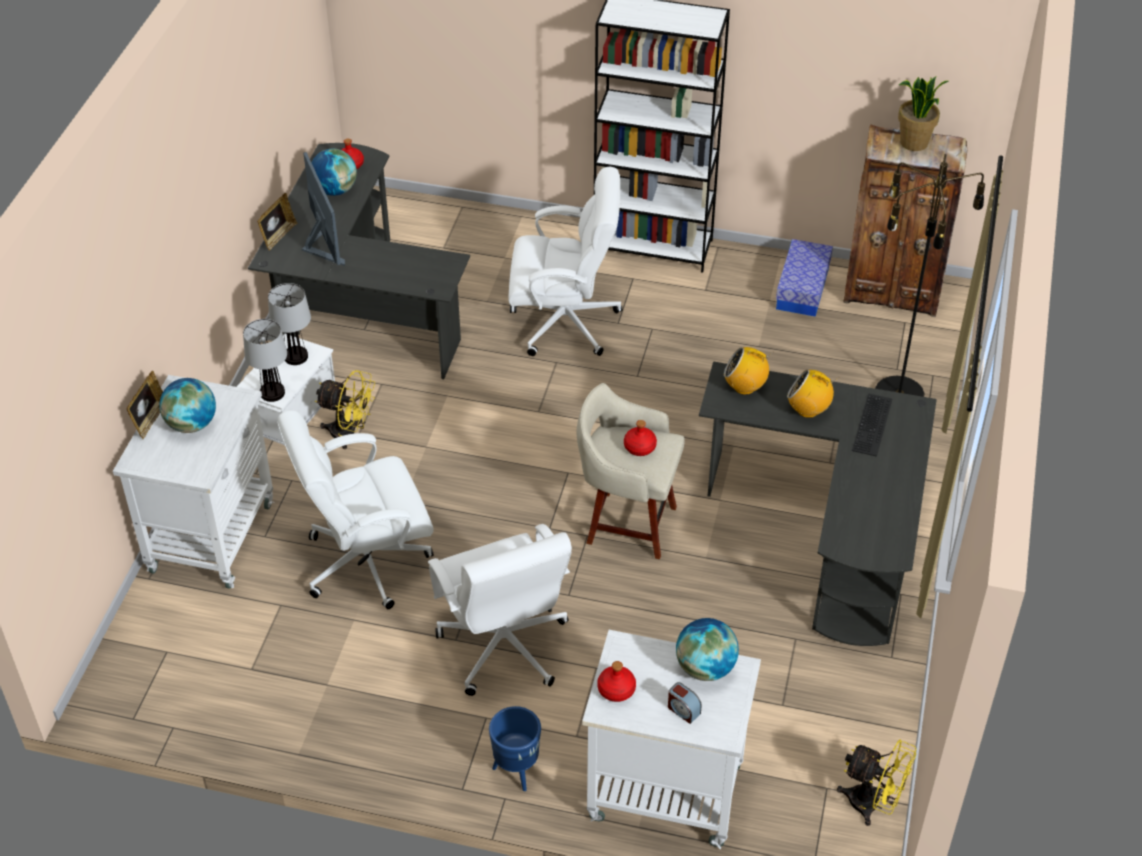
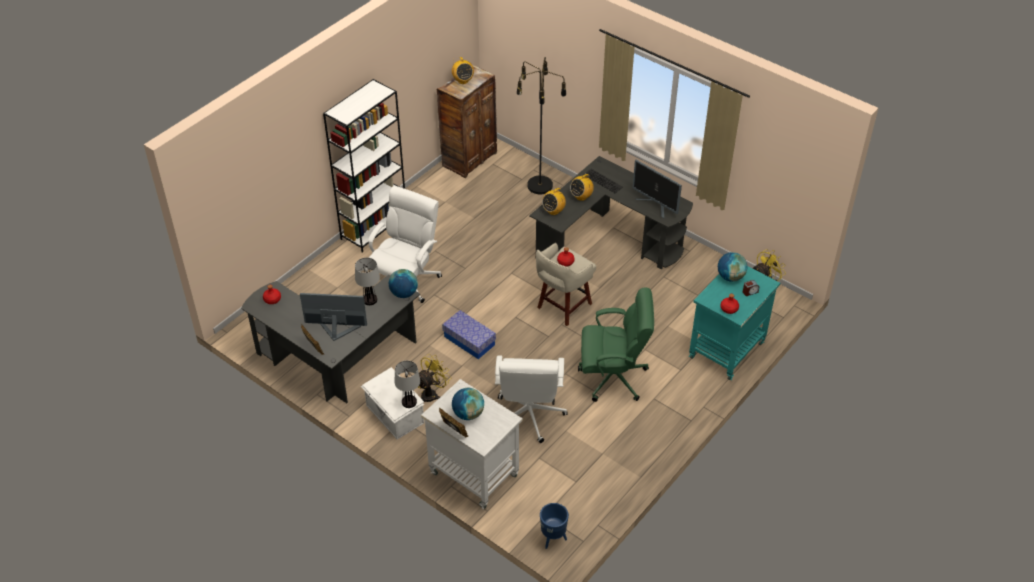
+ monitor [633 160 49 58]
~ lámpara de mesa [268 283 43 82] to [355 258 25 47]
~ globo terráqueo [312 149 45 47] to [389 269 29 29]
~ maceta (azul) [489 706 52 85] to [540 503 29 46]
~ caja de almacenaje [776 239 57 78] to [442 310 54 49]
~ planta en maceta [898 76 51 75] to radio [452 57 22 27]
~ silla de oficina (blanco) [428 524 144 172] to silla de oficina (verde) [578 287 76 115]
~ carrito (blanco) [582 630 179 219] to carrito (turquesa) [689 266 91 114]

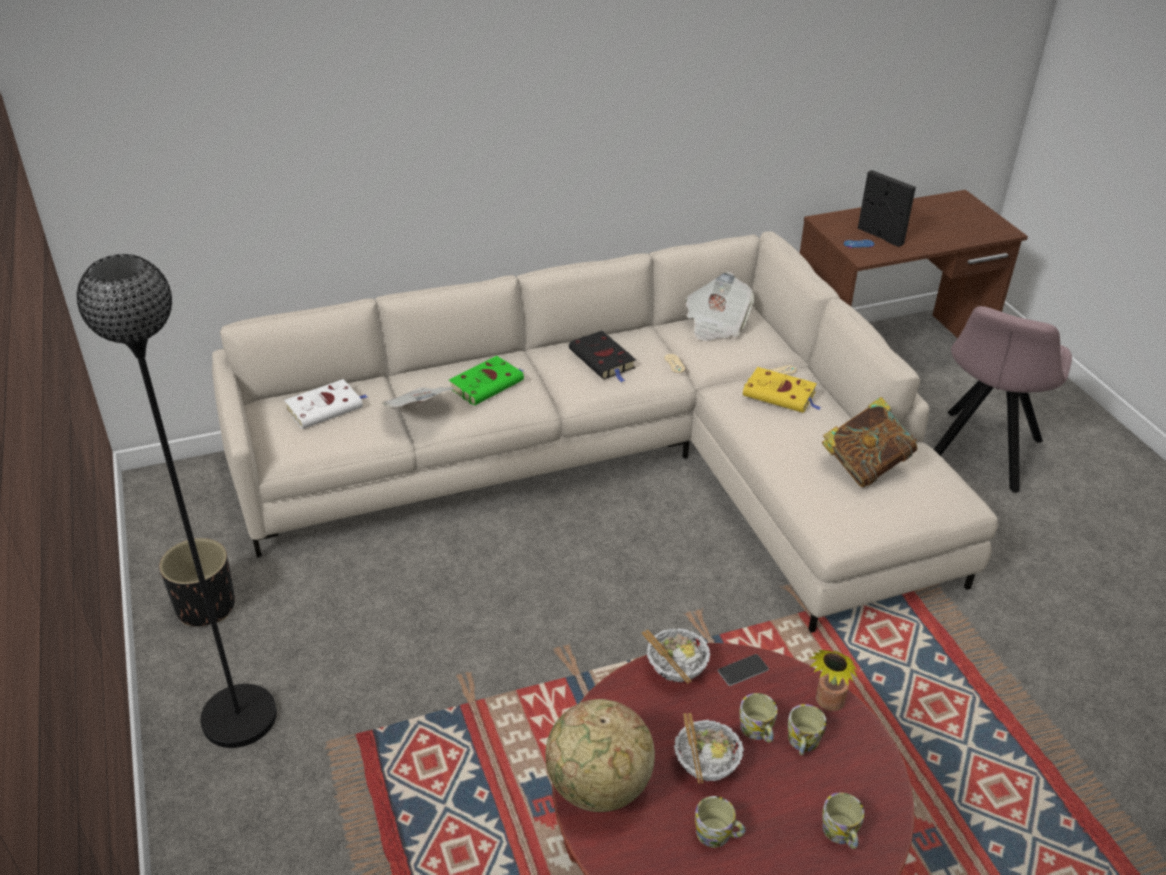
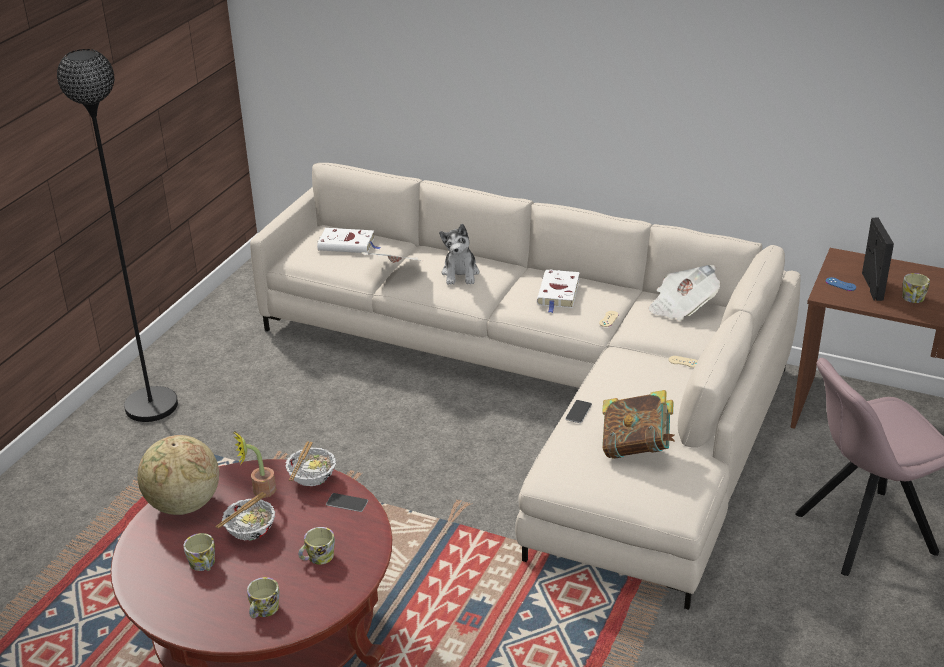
- maceta (negro) [159 538 76 88]
- libro (amarillo) [743 367 78 46]
+ móvil [565 400 27 23]
~ taza grande [739 693 39 50] to [902 273 28 30]
~ planta en maceta [808 650 50 61] to [233 431 43 67]
~ libro (verde) [449 356 75 50] to peluche [439 224 40 61]
~ libro (negro) [569 331 67 51] to libro (blanco) [537 269 43 44]

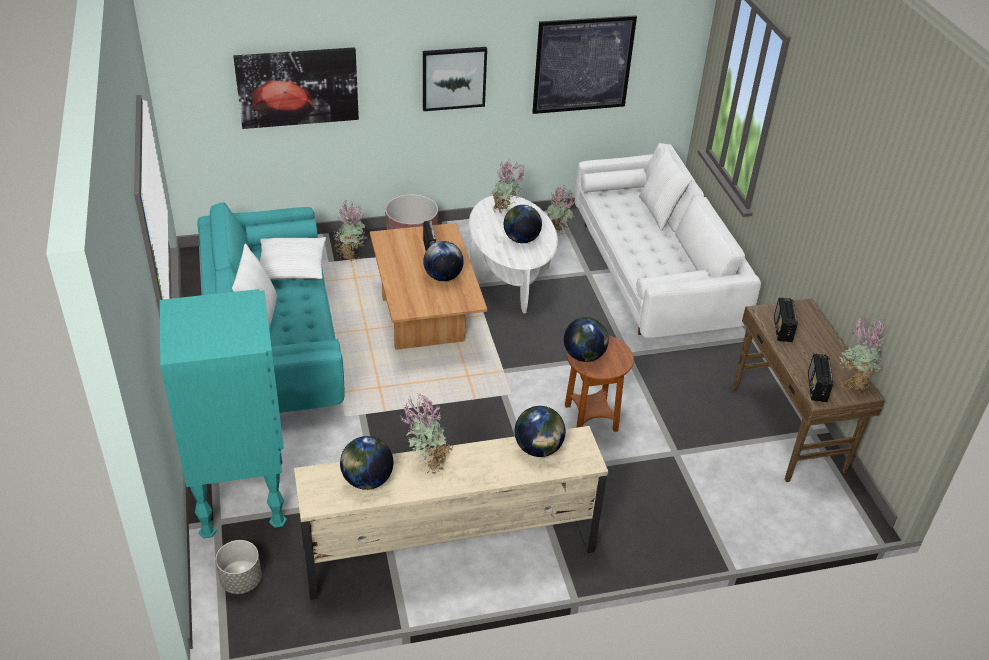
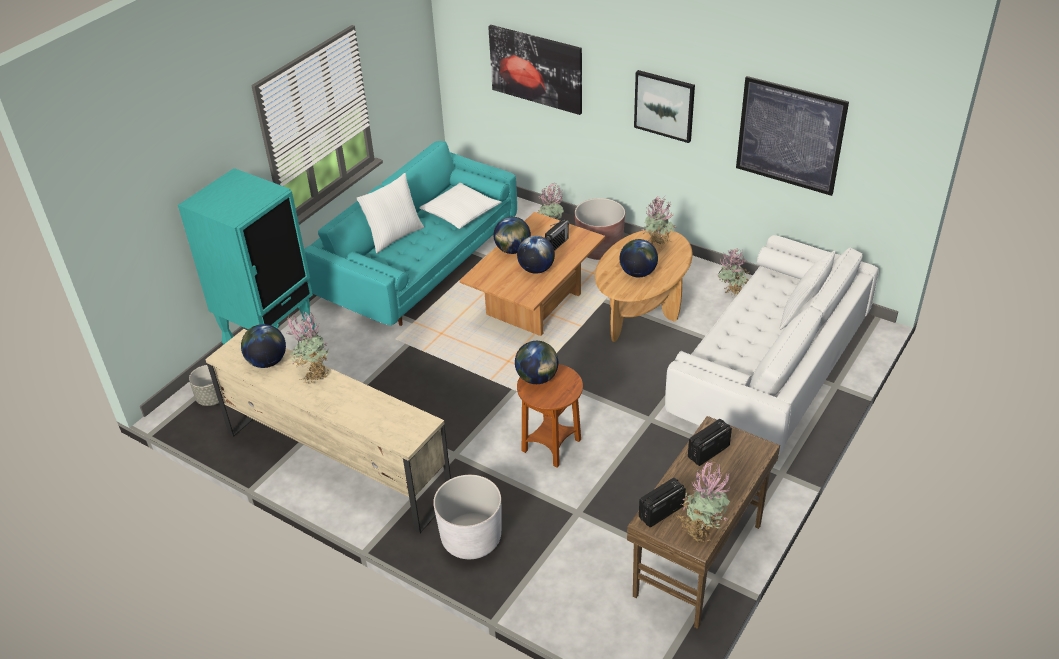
+ maceta (blanco) [433 475 68 84]
~ globo terráqueo [515 406 51 51] to [494 217 37 37]
~ mesa de centro (blanco) [469 195 89 119] to mesa de centro (marrón) [595 230 98 112]

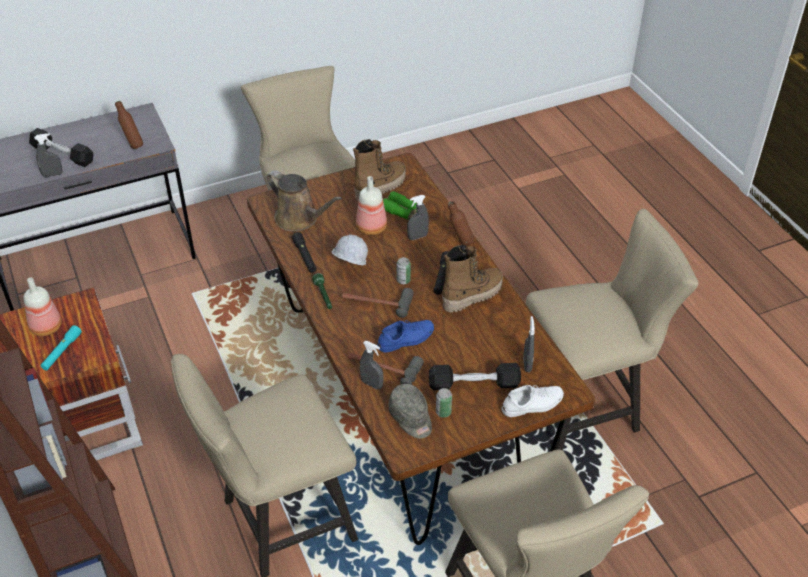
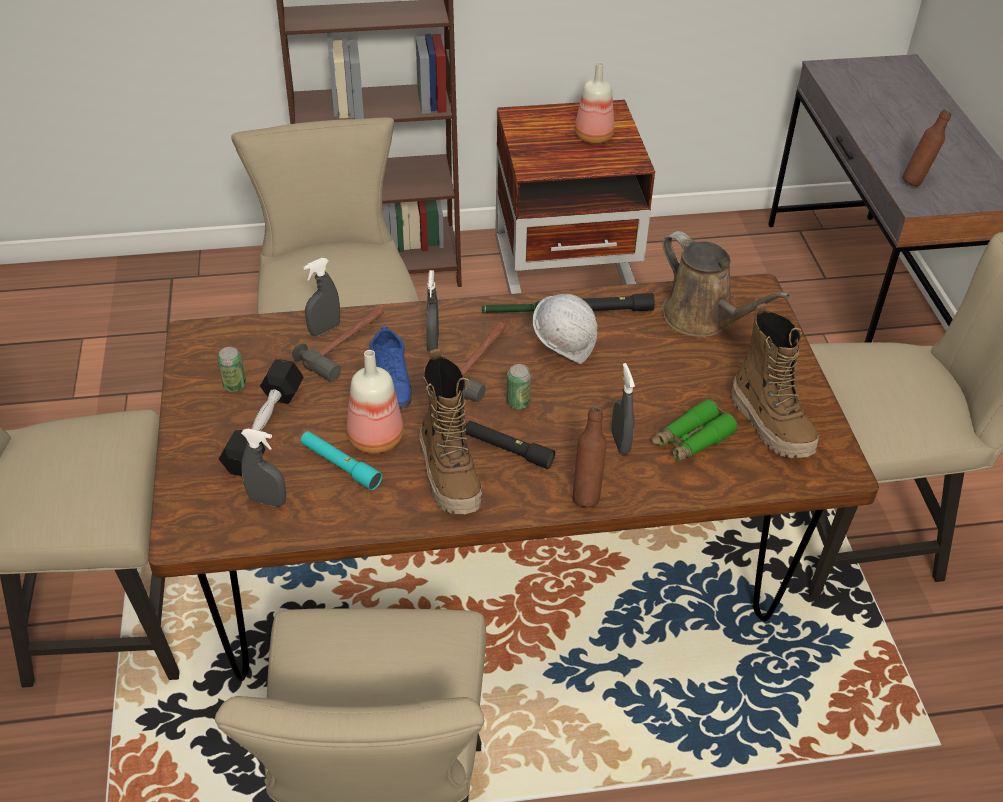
- mancuerna (negro) [29 128 65 39]
- gorra (gris) [388 384 44 54]
- zapato (blanco) [502 385 62 32]
~ pulverizador (gris) [34 133 28 44] to [426 270 13 82]
~ linterna (turquesa) [40 325 42 45] to [301 431 81 59]
~ botella [356 176 31 59] to [347 350 56 103]
~ regadera (marrón) [266 170 76 62] = [662 231 128 106] 90 degrees counterclockwise

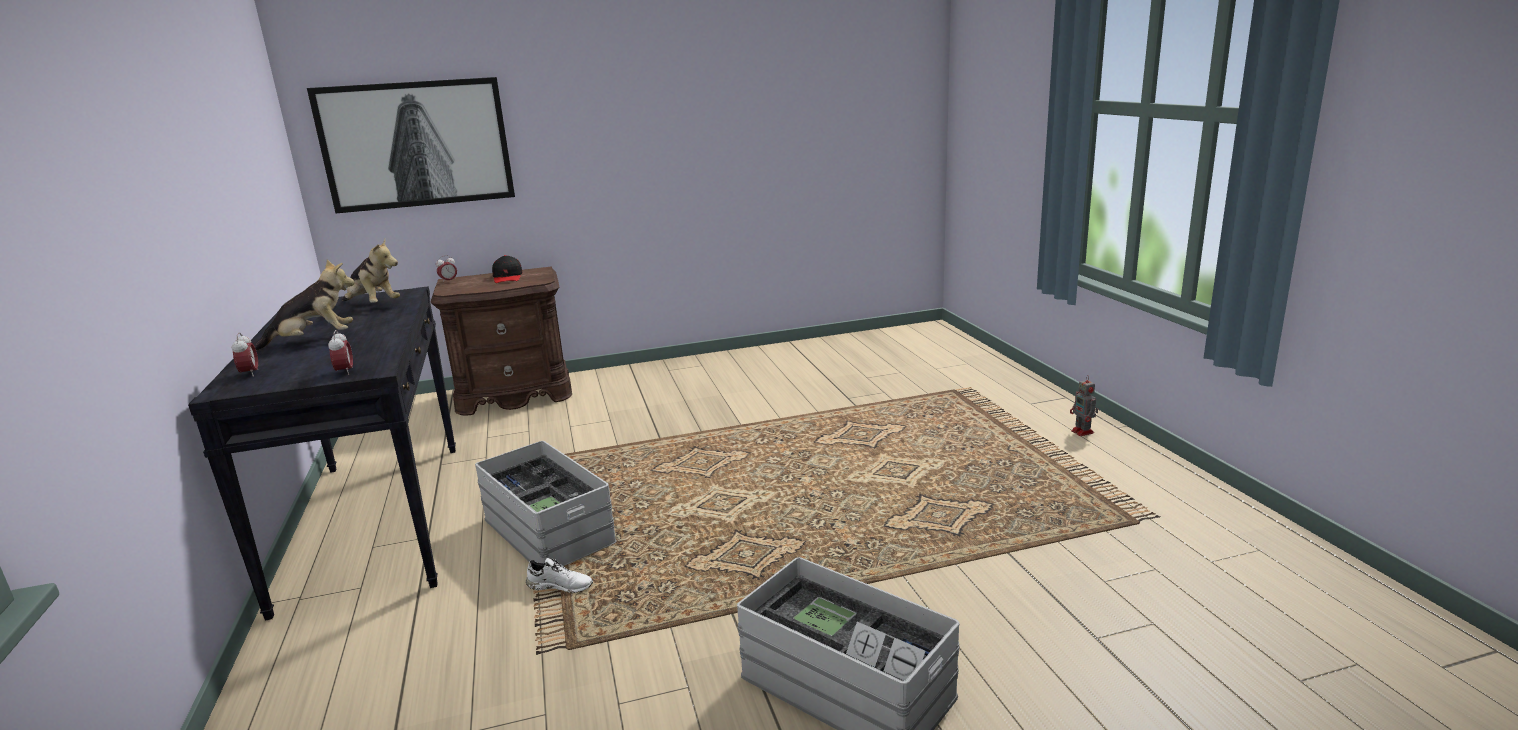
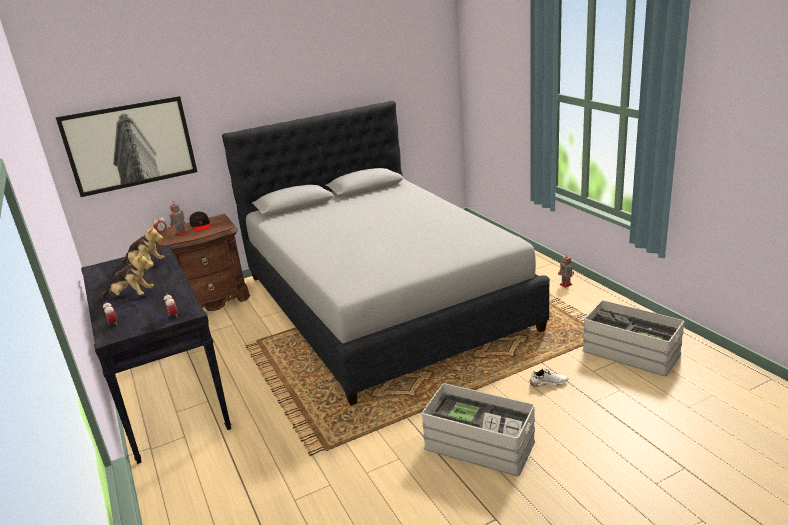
+ robot de juguete [169 202 18 34]
+ cama (gris) [222 101 328 305]
~ caja de almacenaje (gris) [475 441 142 125] to [582 300 102 76]
~ zapato (blanco) [526 558 67 35] to [529 369 39 18]
~ peluche [254 259 100 92] = [101 250 53 47] 45 degrees clockwise

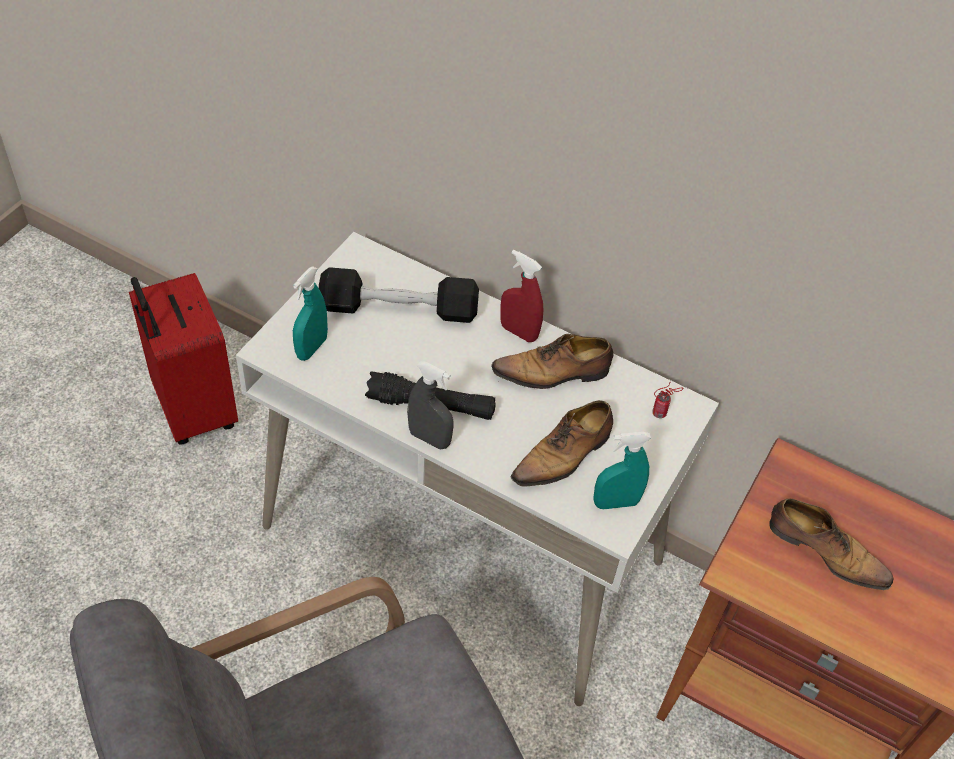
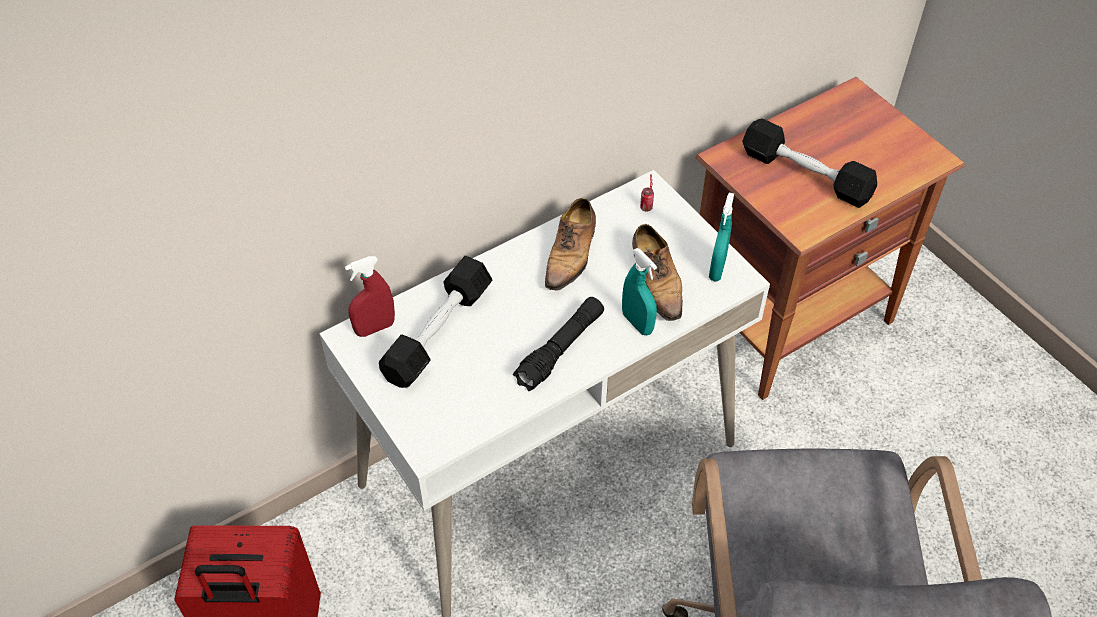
- pulverizador (gris) [407 361 46 89]
~ pulverizador (turquesa) [293 266 35 95] to [622 248 35 87]
~ pulverizador (rojo) [500 250 43 92] to [345 256 50 81]
~ zapato [769 499 124 91] to mancuerna (negro) [742 118 135 90]

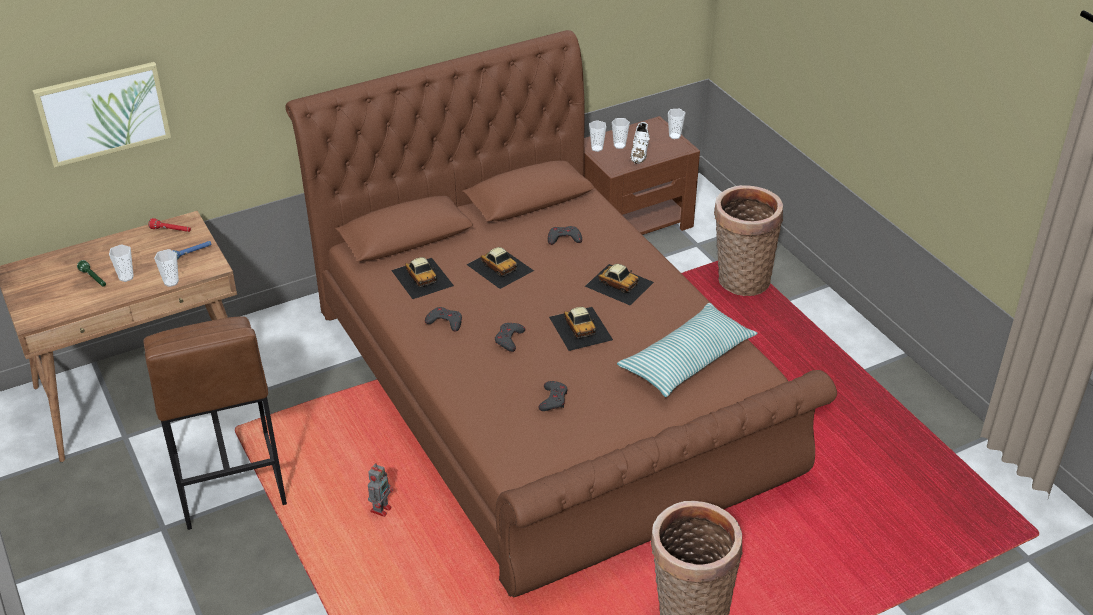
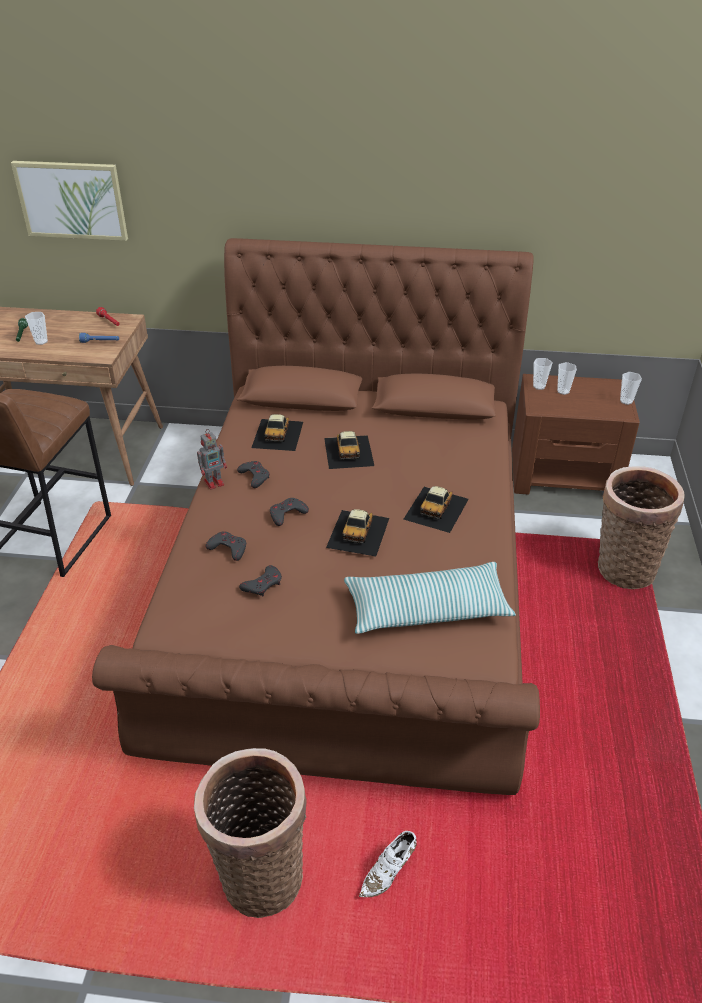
- taza [154 249 25 38]
~ robot de juguete [368 463 25 54] to [197 429 30 61]
~ mando de consola (gris) [548 226 34 19] to [206 531 40 30]
~ zapato (blanco) [630 122 20 42] to [359 831 58 66]
~ coche de juguete [585 264 69 41] = [403 486 66 47] 45 degrees clockwise

